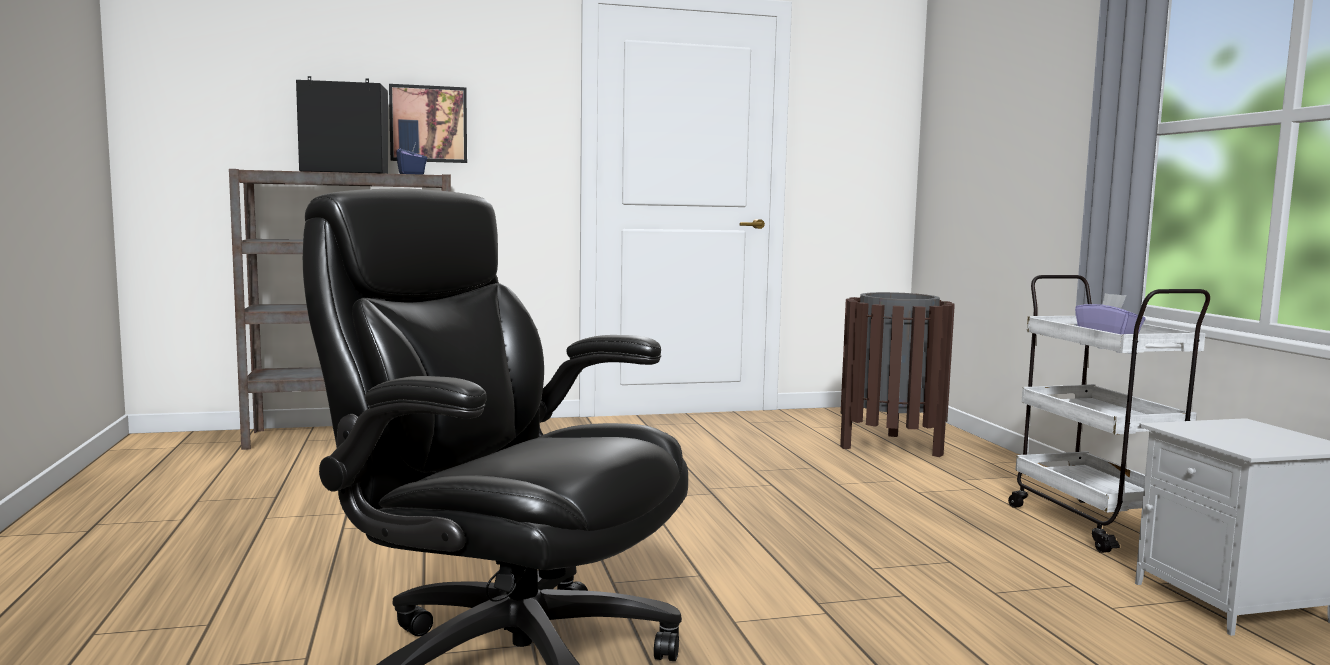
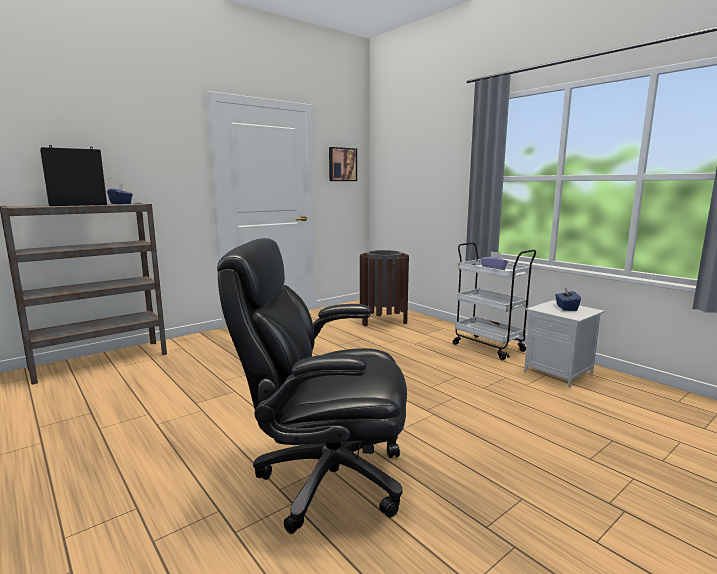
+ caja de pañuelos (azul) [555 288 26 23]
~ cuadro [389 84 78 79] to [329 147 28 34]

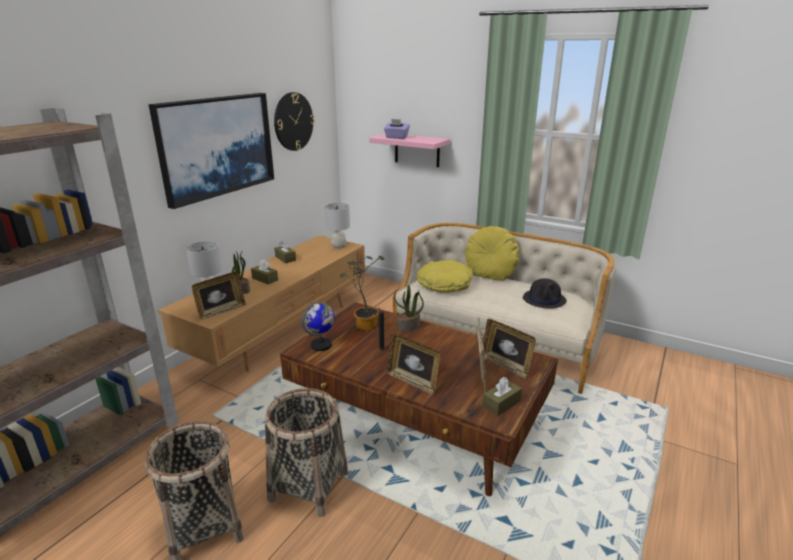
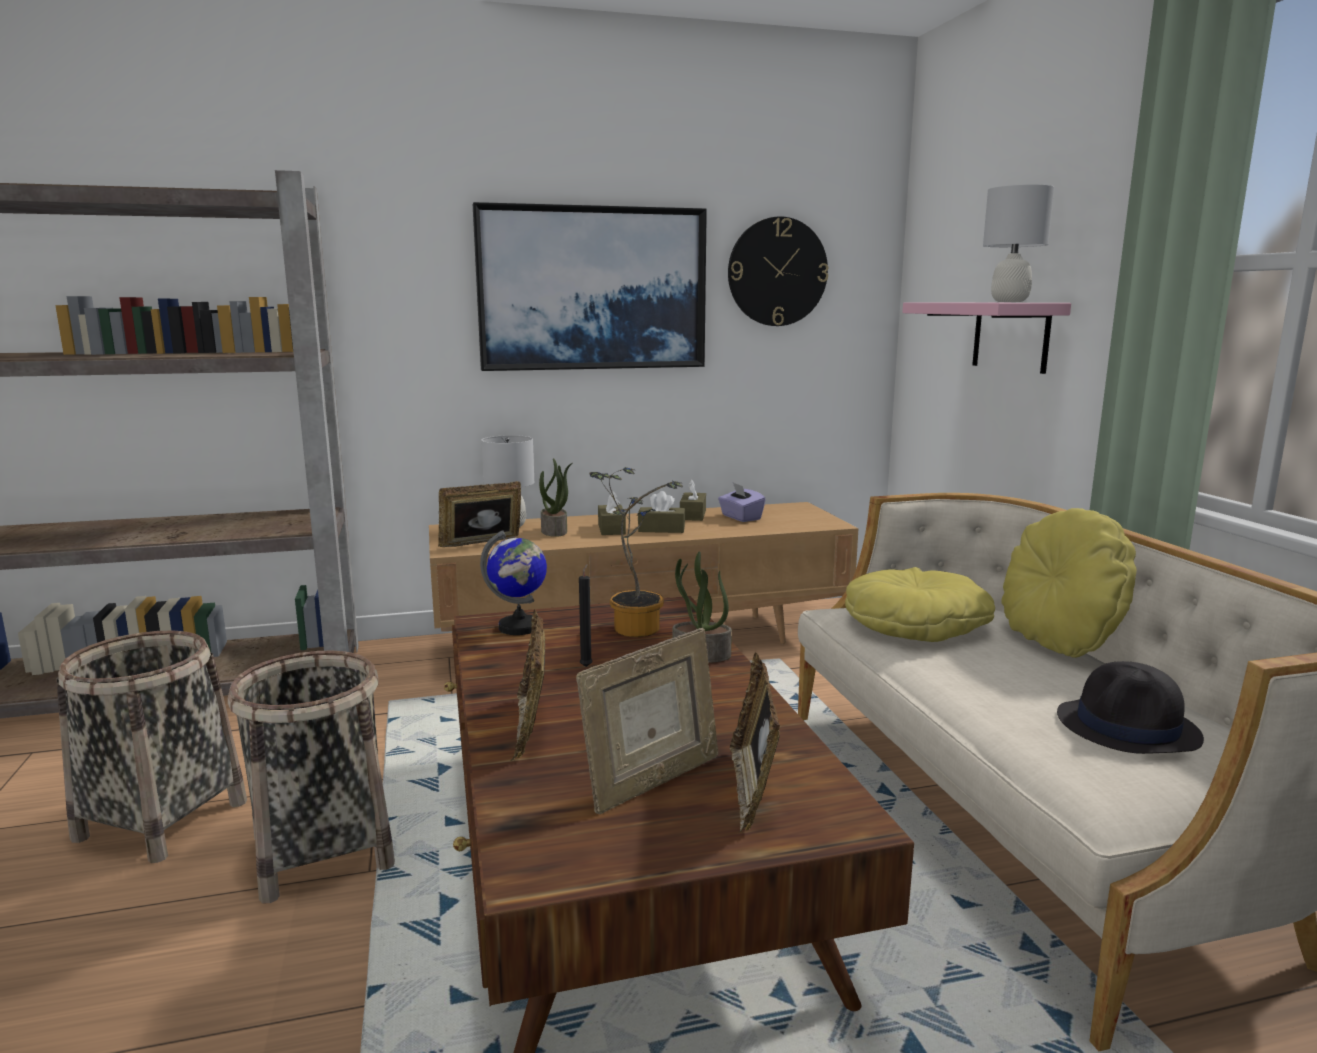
~ lámpara de mesa (gris) [325 203 25 45] to [983 185 72 117]
~ caja de pañuelos (morado) [384 119 26 20] to [718 483 48 39]
~ caja de pañuelos (marrón) [482 377 40 39] to [638 491 47 42]
~ portarretratos [192 271 54 49] = [438 481 83 66] 150 degrees clockwise

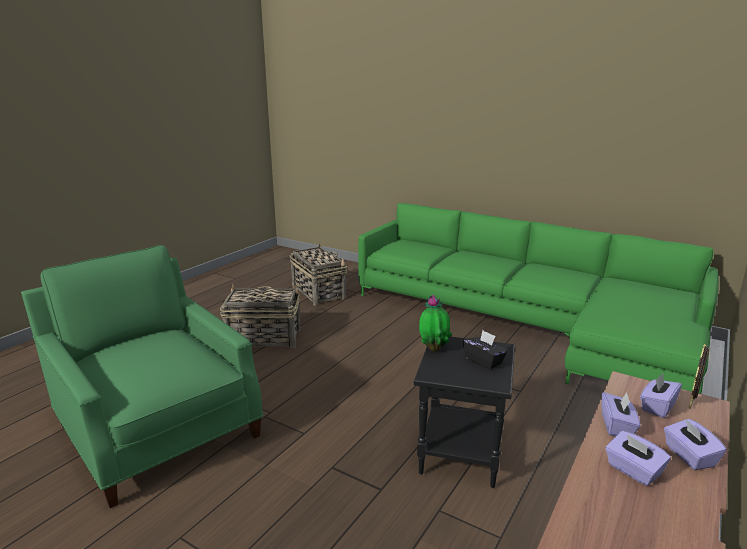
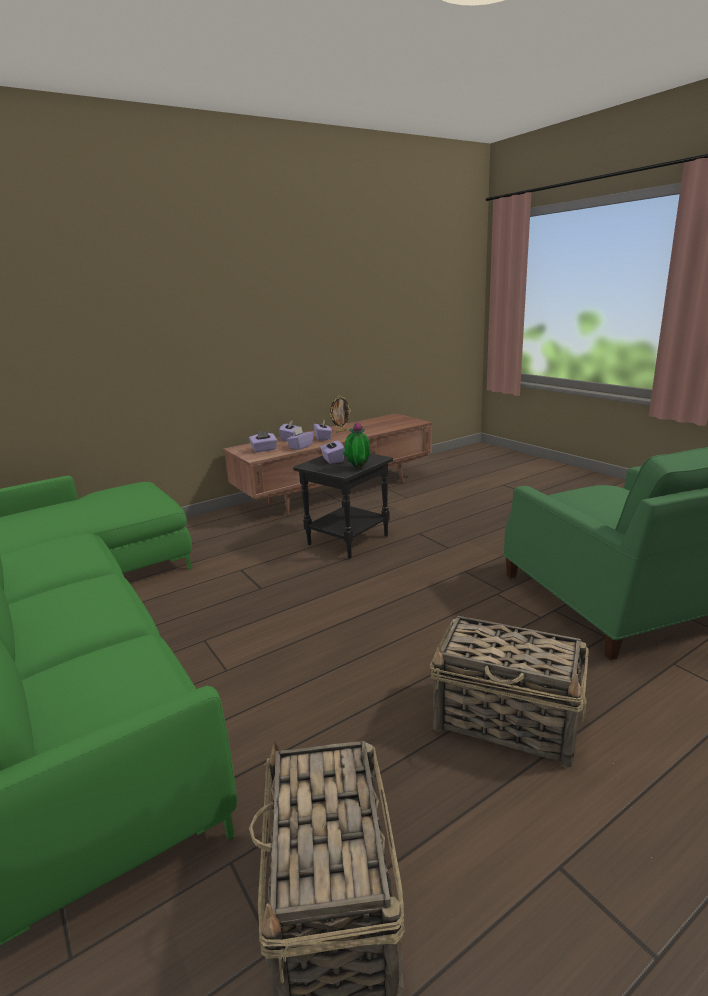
~ portarretratos [689 344 20 65] to [330 396 21 37]
~ caja de pañuelos (negro) [463 330 45 40] to caja de pañuelos (morado) [320 437 25 27]

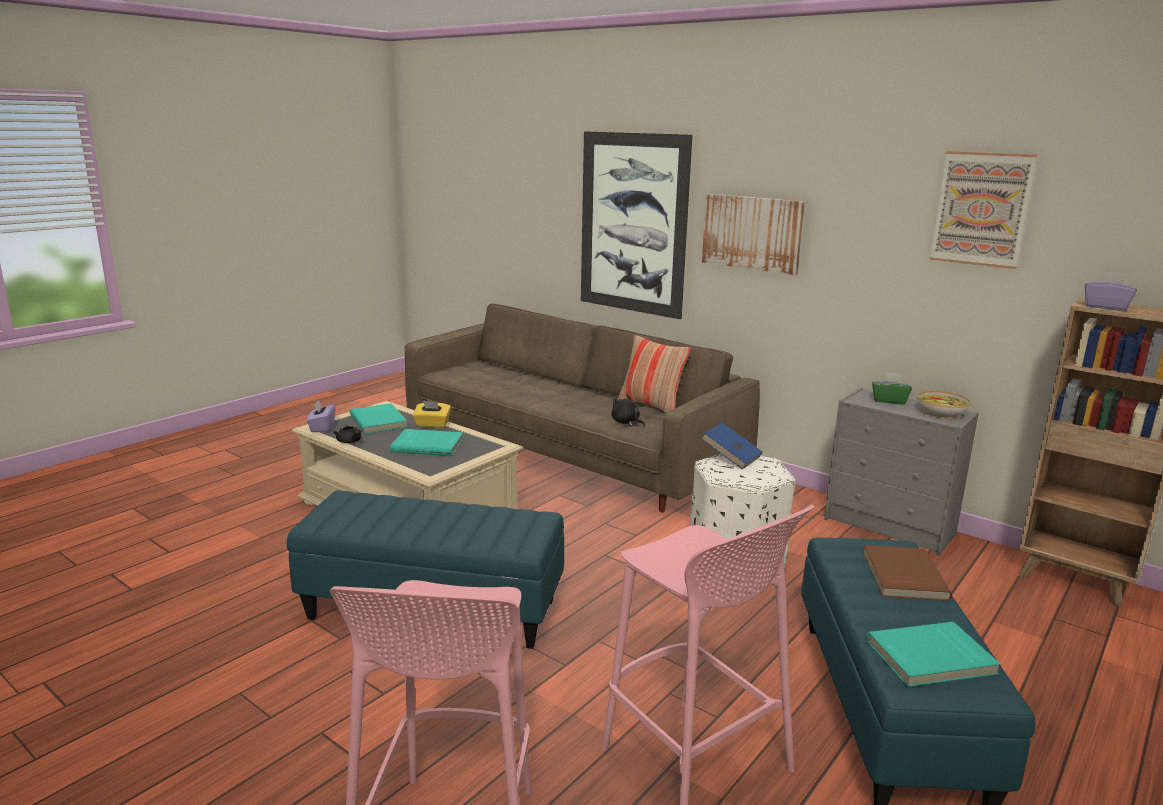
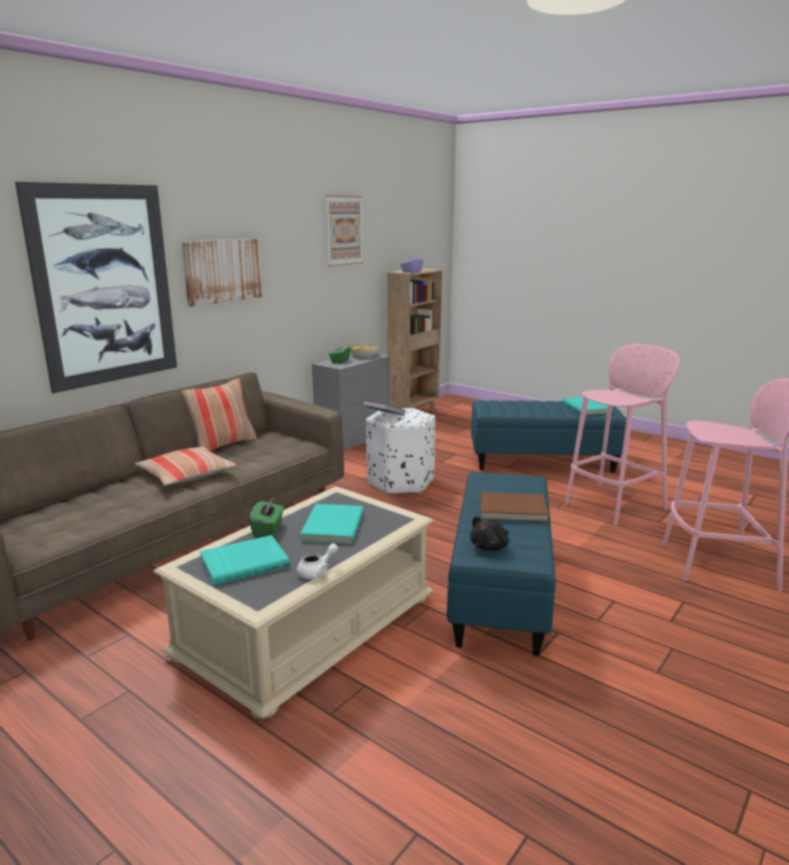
- caja de pañuelos (morado) [307 400 28 32]
+ cojín [135 446 102 40]
~ peluche (negro) [611 394 34 32] to [470 516 39 35]
~ libro (marrón) [863 545 89 56] to [480 492 69 30]
~ tetera (negro) [333 424 28 19] to tetera (blanco) [297 543 41 36]
~ caja de pañuelos (amarillo) [413 400 38 28] to caja de pañuelos (verde) [249 498 35 38]

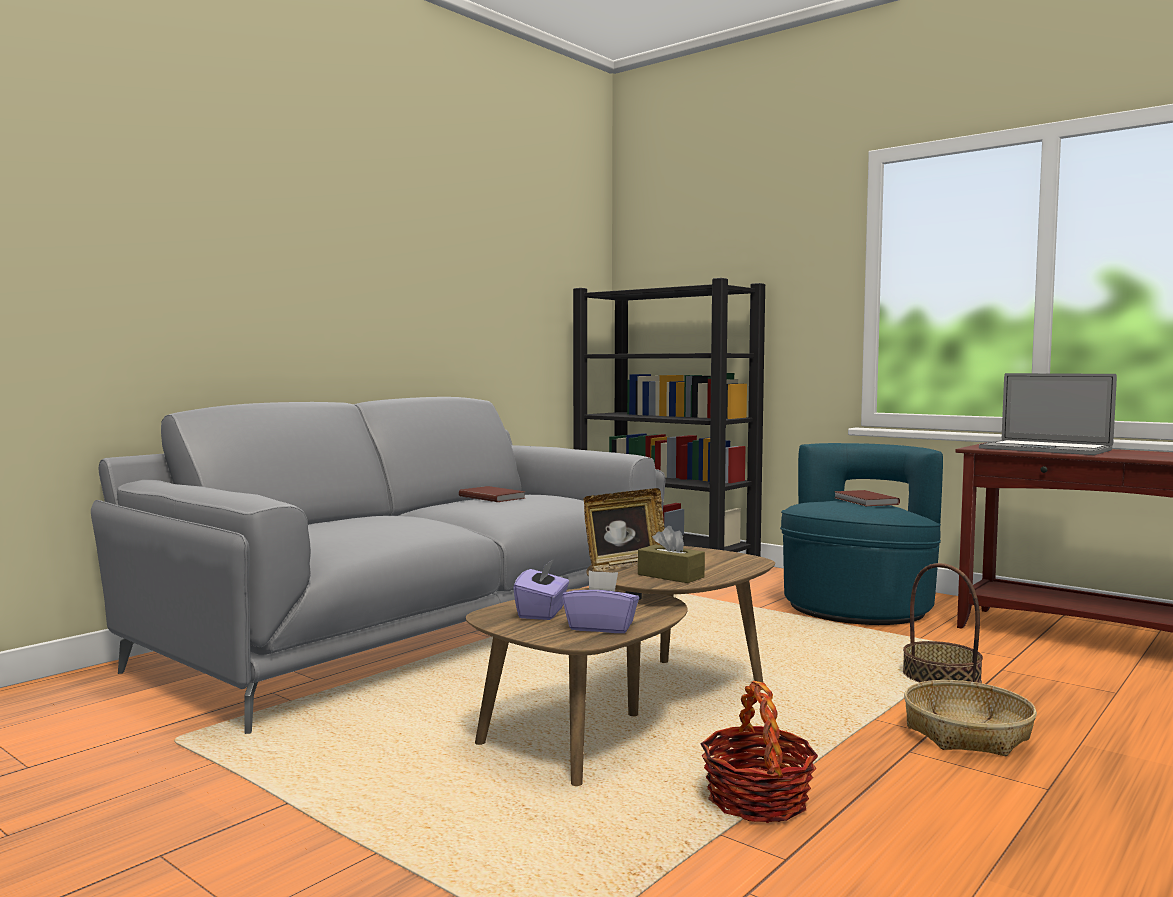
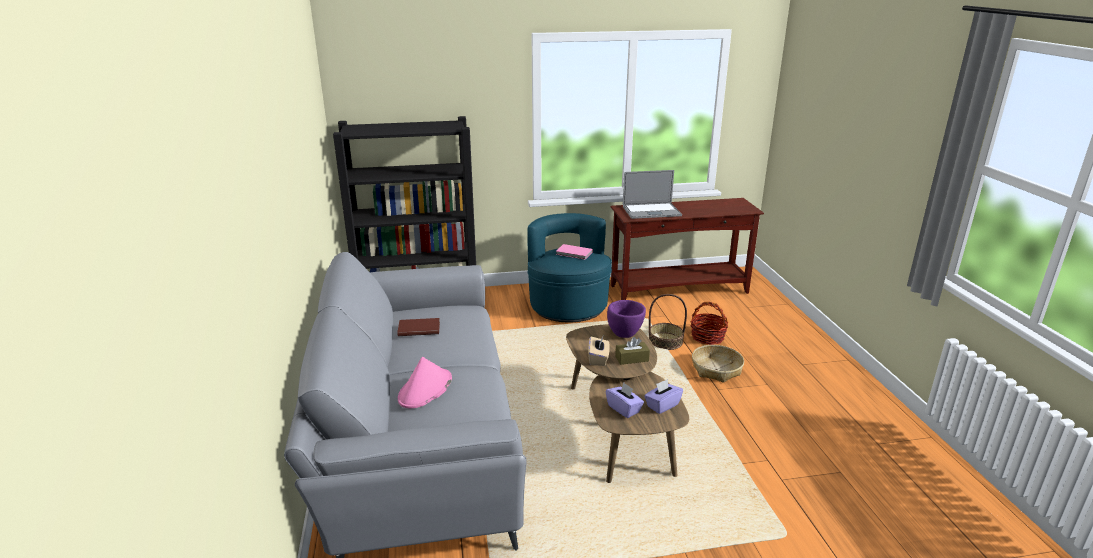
+ sombrero (rosa) [398 357 54 51]
+ cuenco (morado) [607 300 39 38]
~ cesta [700 681 118 142] to [691 302 38 43]
~ portarretratos [583 488 82 83] to caja de pañuelos (beis) [588 337 22 29]
~ libro (marrón) [834 490 66 16] to libro (rosa) [556 244 37 16]

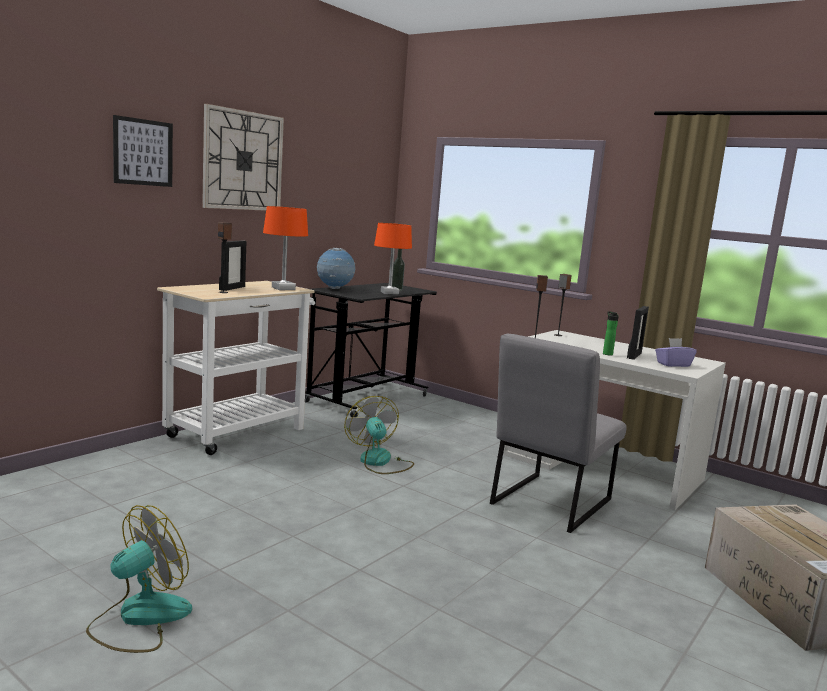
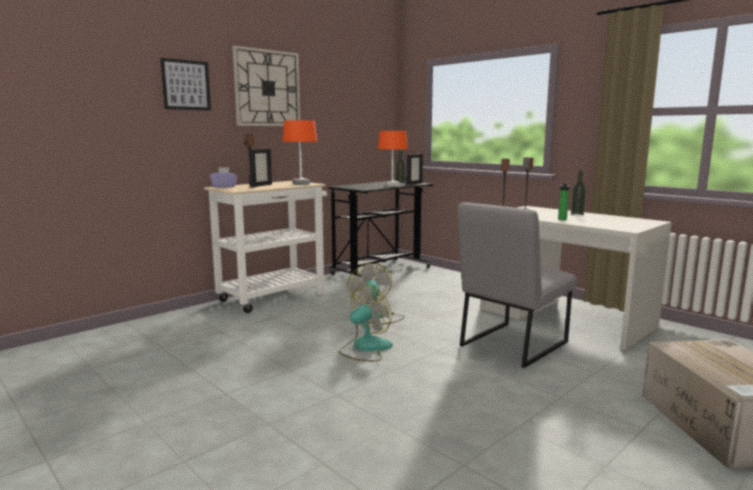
- globo terráqueo [317 248 38 41]
+ botella [571 170 15 46]
~ ventilador [86 505 106 148] to [339 285 54 76]
~ portarretratos [627 306 22 54] to [406 154 17 31]
~ caja de pañuelos (morado) [655 338 42 29] to [210 167 27 21]

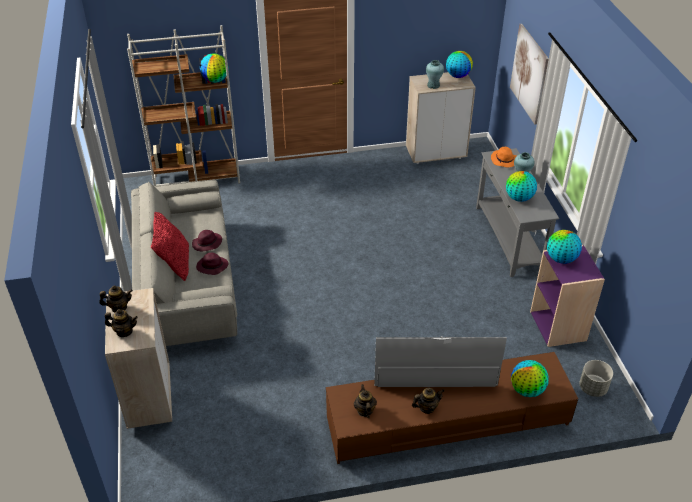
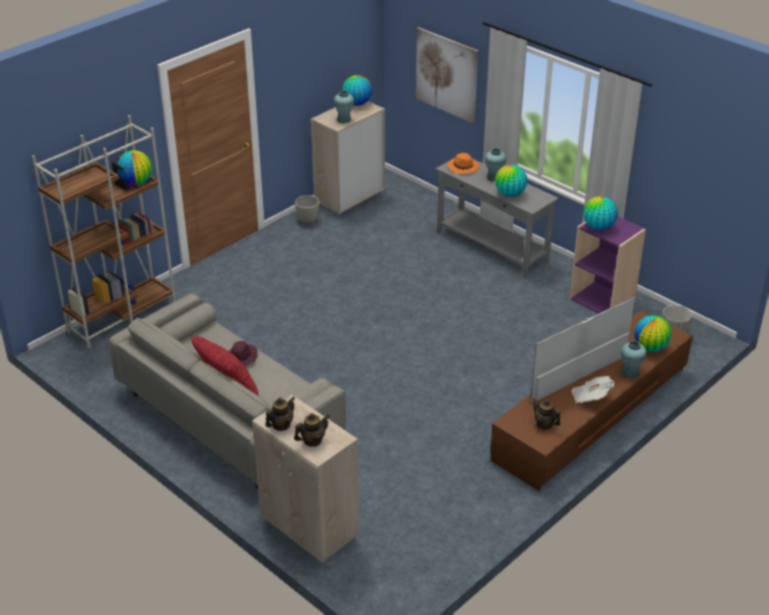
- sombrero (morado) [196 253 33 22]
+ maceta (gris) [295 195 25 29]
+ florero (turquesa) [621 341 25 38]
~ tetera [412 388 33 26] to periódico [571 376 43 27]

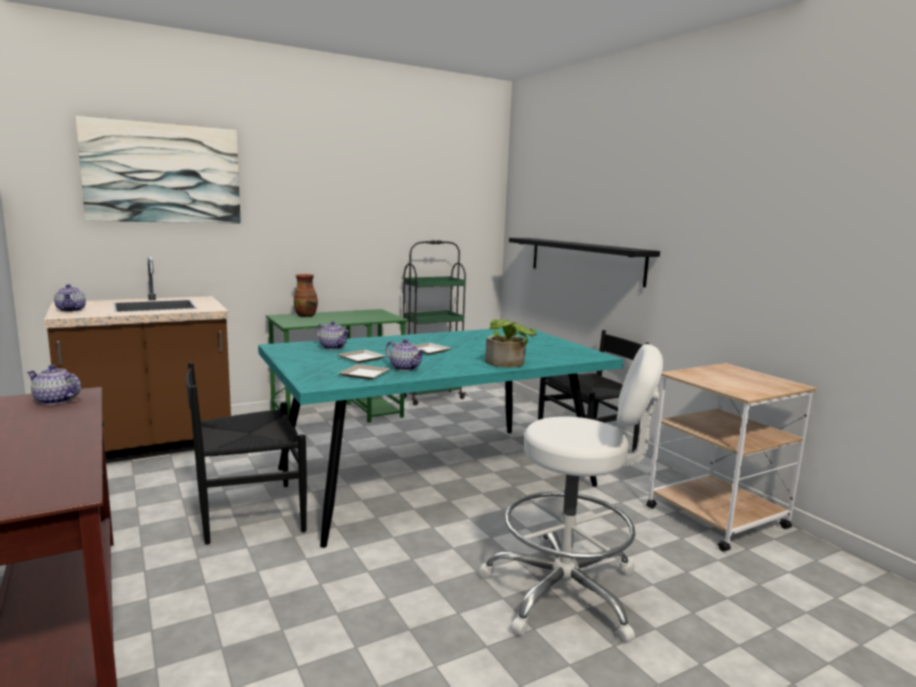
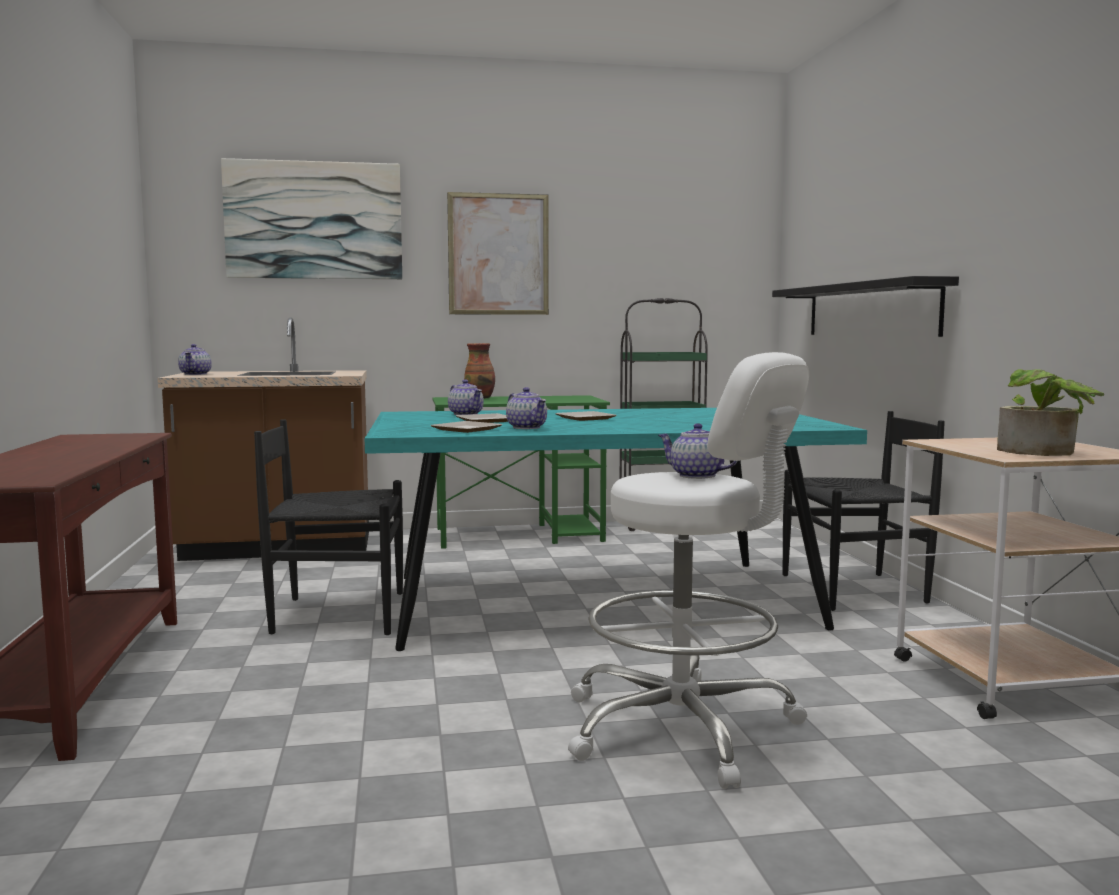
+ cuadro [447 192 102 123]
~ tetera [27 365 54 40] to [658 423 80 56]
~ planta en maceta [485 319 52 48] to [997 369 107 87]

